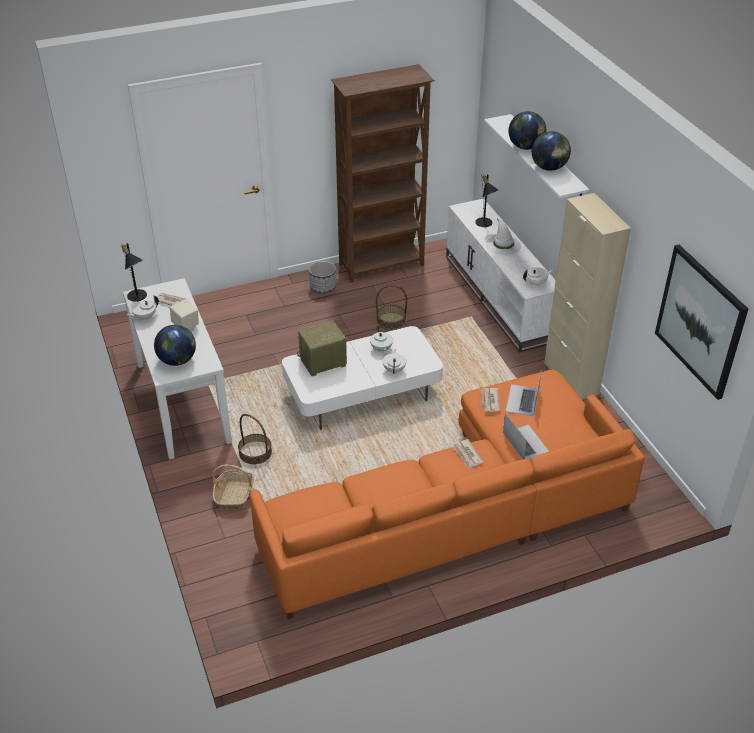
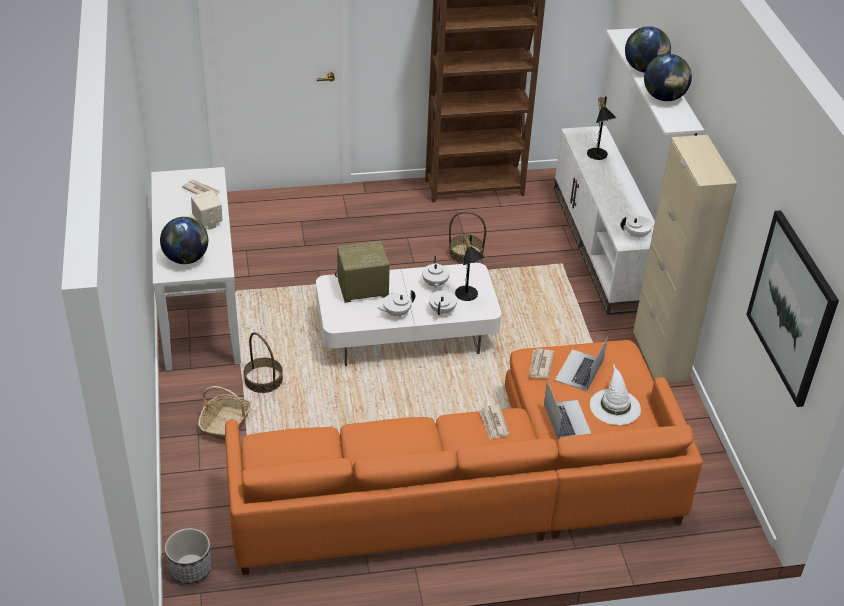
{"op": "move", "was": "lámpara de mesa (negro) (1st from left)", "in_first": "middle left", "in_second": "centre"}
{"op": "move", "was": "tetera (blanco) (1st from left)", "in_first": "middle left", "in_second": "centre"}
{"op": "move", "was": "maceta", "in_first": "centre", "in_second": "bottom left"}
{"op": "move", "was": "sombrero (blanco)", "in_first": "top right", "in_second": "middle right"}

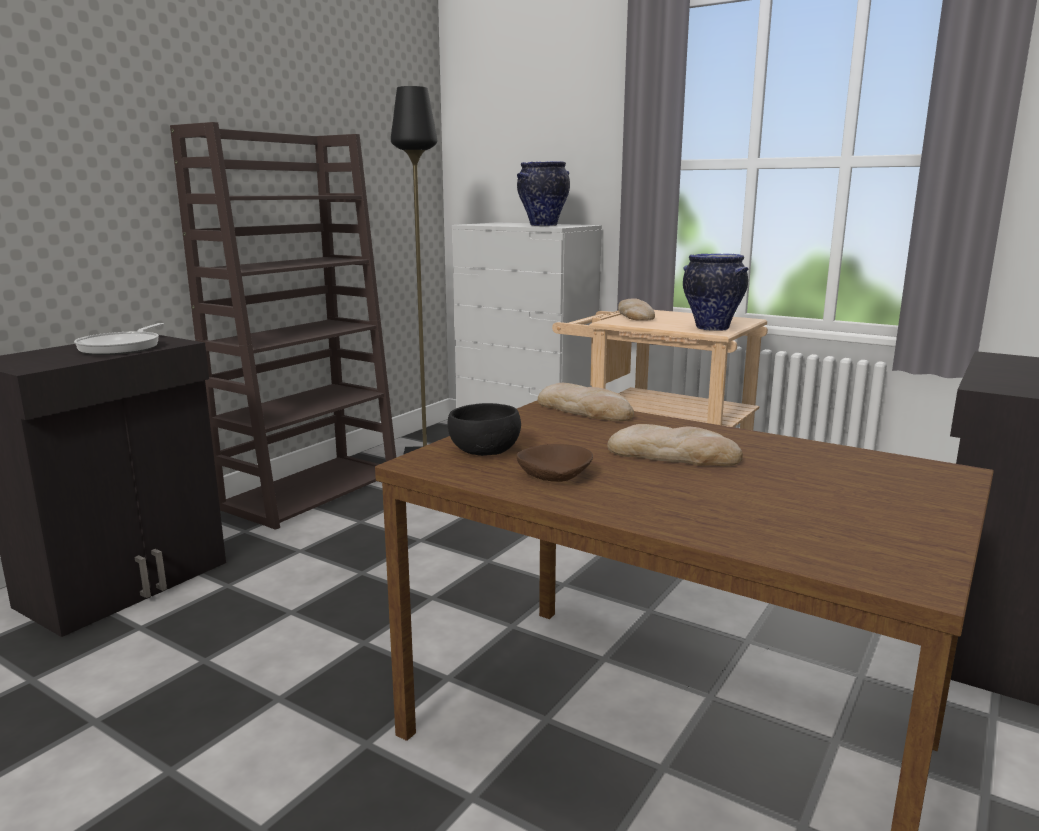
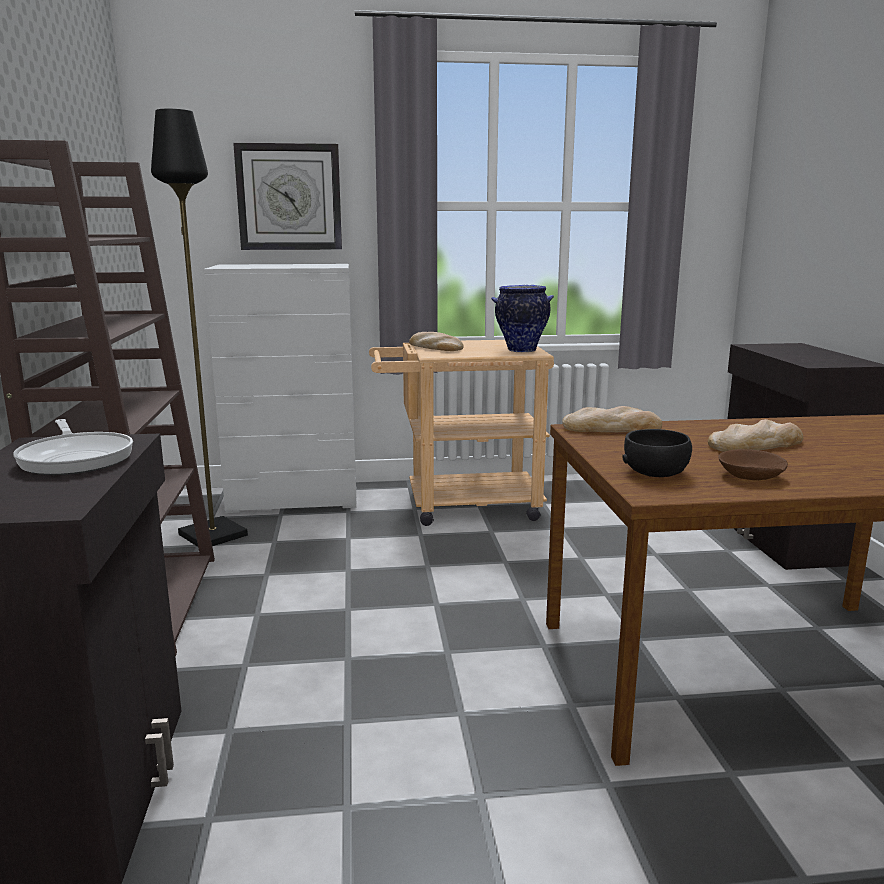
{"op": "delete", "was": "florero (1st from left)", "in_first": "top centre"}
{"op": "insert", "now": "reloj de pared", "in_second": "top left"}

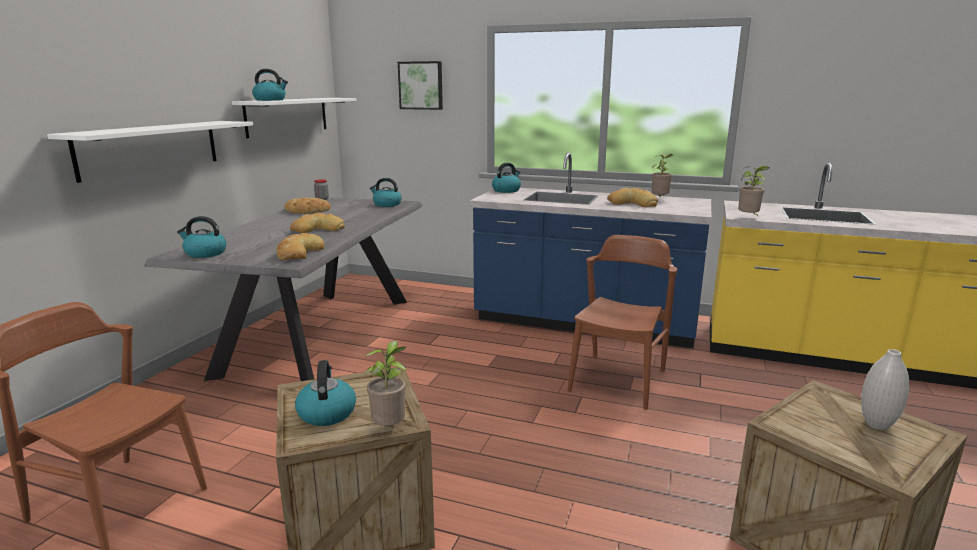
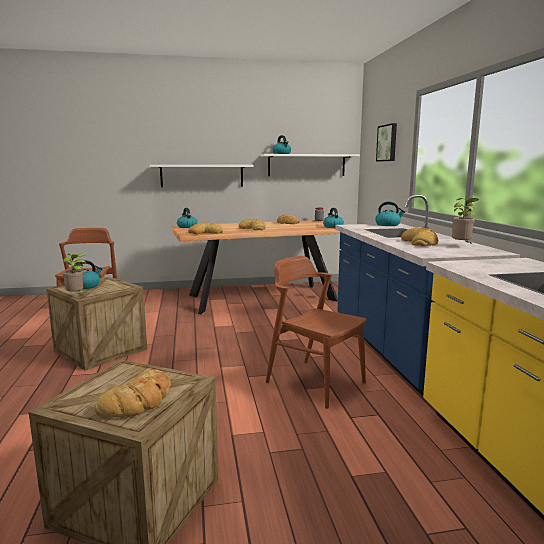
{"op": "recolor", "was": "mesa de comedor (gris)", "now": "mesa de comedor (marrón)", "in_first": "middle left", "in_second": "centre"}
{"op": "rotate", "was": "silla (marrón) (2nd from left)", "in_first": "centre", "in_second": "centre", "clockwise": -135}
{"op": "delete", "was": "planta en maceta (3rd from left)", "in_first": "middle right"}
{"op": "replace", "was": "florero (blanco)", "now": "pan (1st from left)", "in_first": "bottom right", "in_second": "bottom left"}

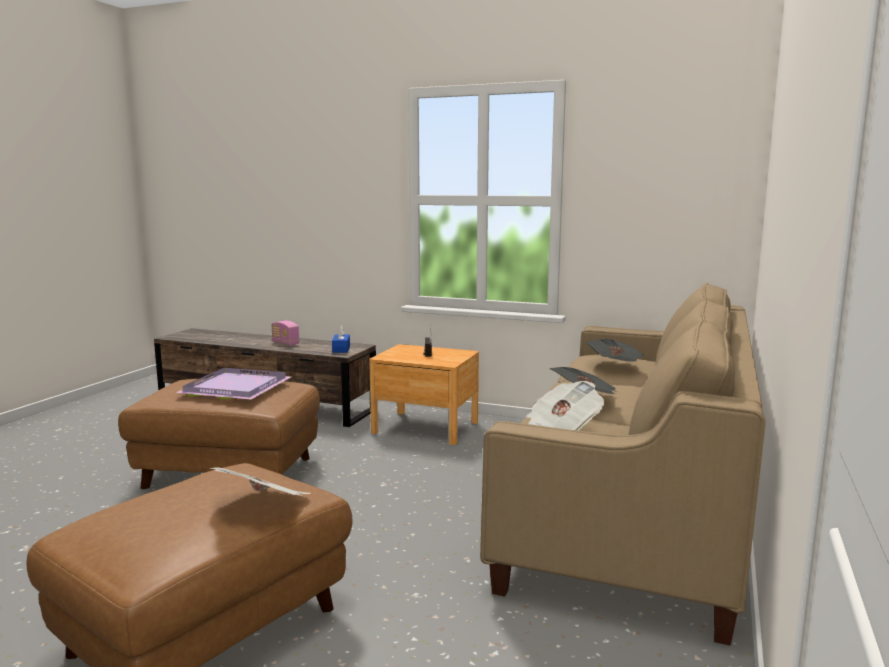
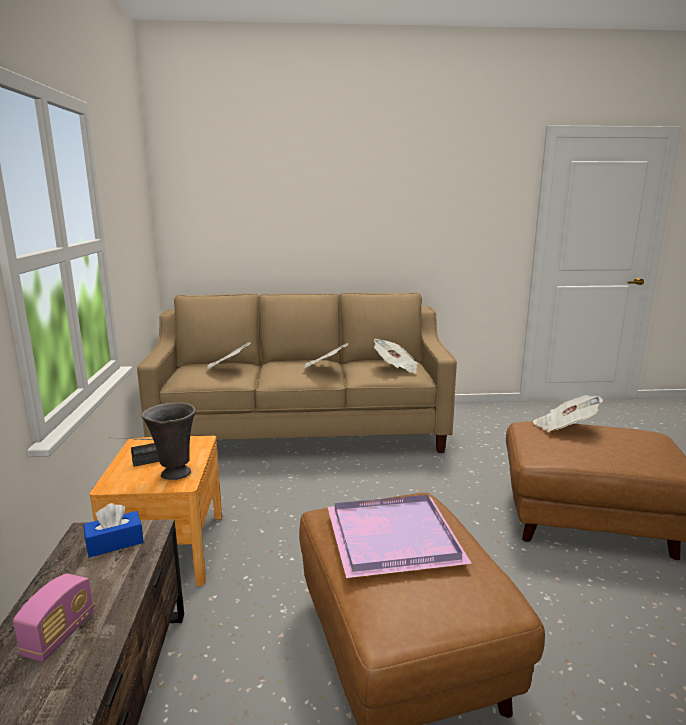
{"op": "insert", "now": "florero (gris)", "in_second": "middle left"}

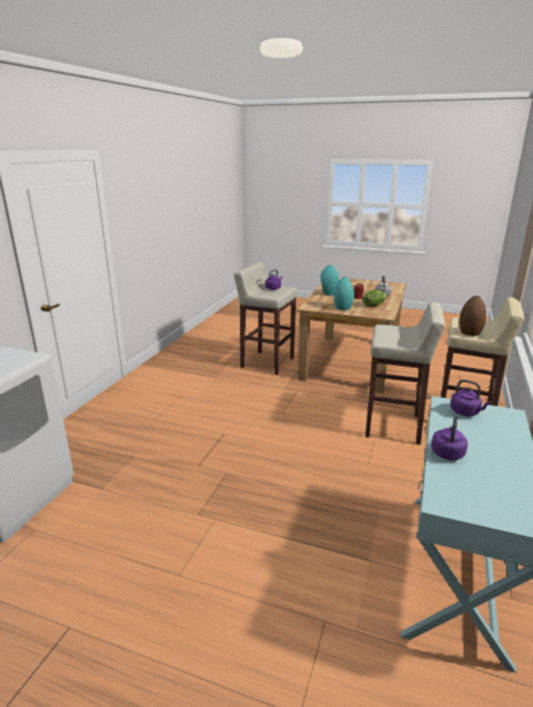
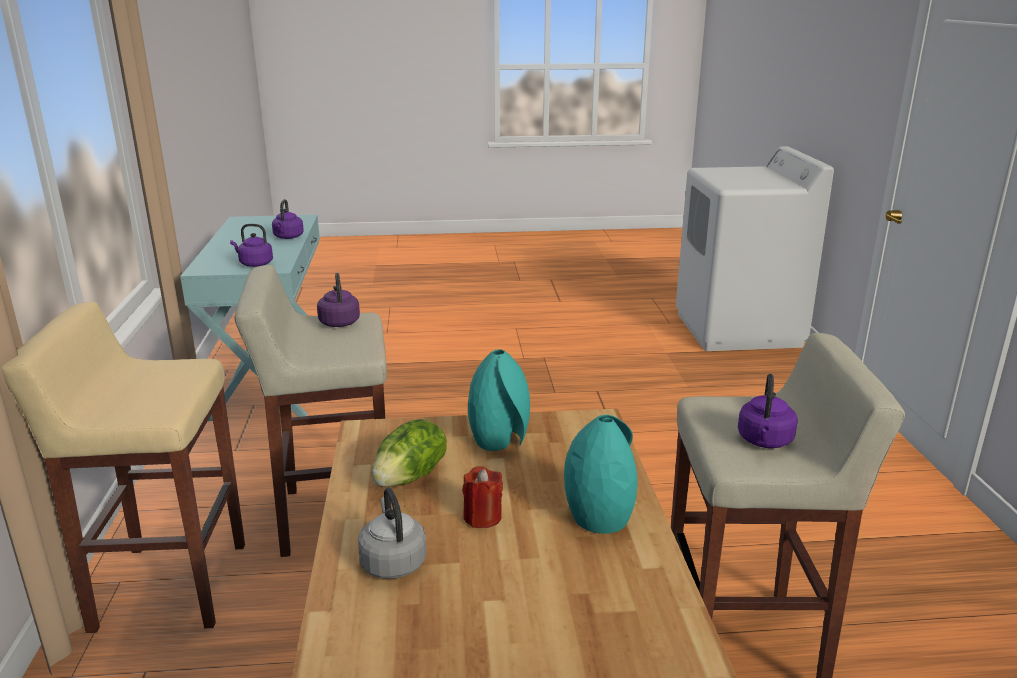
{"op": "delete", "was": "florero (marrón)", "in_first": "middle right"}
{"op": "insert", "now": "hervidor (morado) (3rd from left)", "in_second": "middle left"}

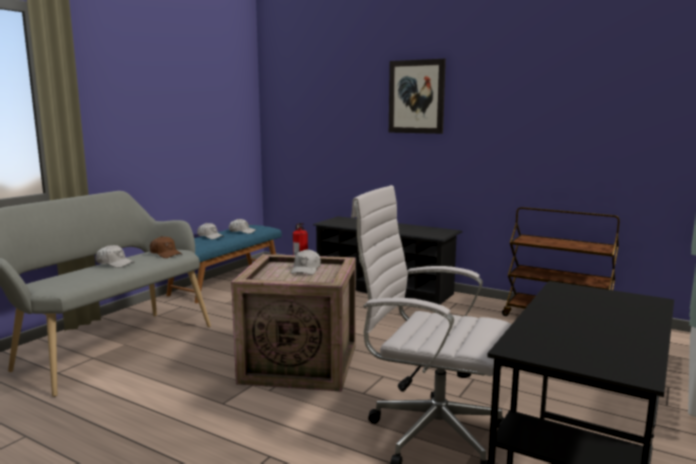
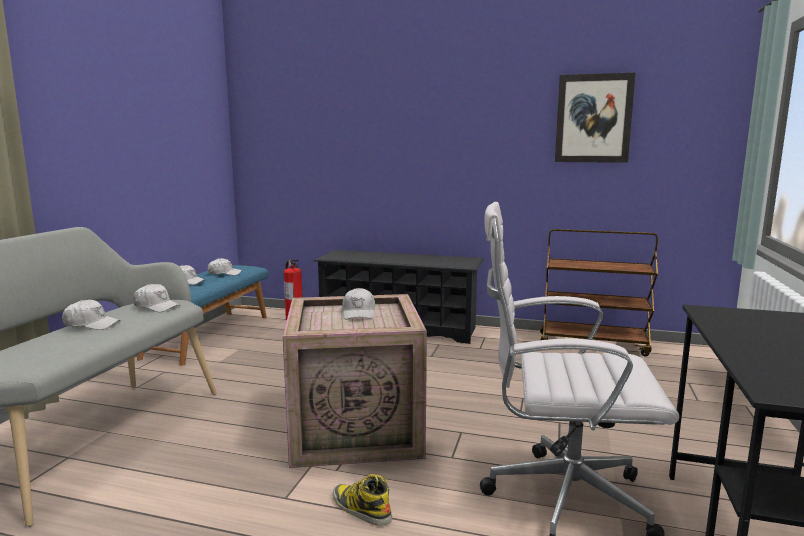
{"op": "recolor", "was": "gorra (marrón)", "now": "gorra (blanco) (2nd from left)", "in_first": "middle left", "in_second": "middle left"}
{"op": "move", "was": "cuadro", "in_first": "top centre", "in_second": "top right"}
{"op": "insert", "now": "bota", "in_second": "bottom centre"}

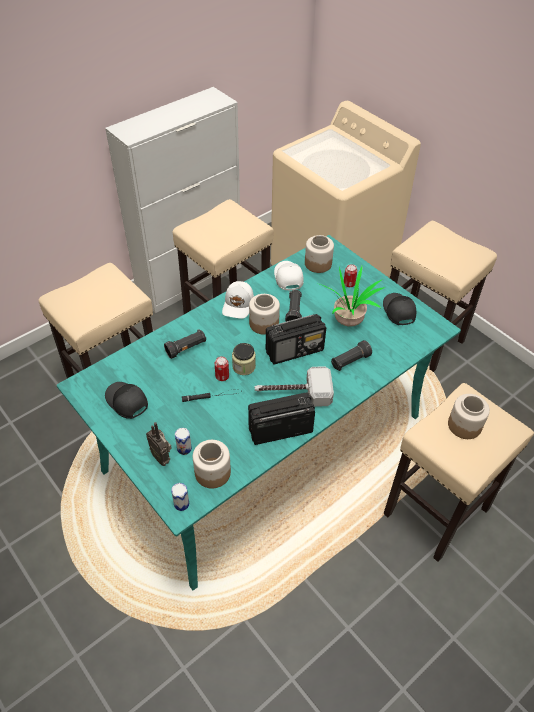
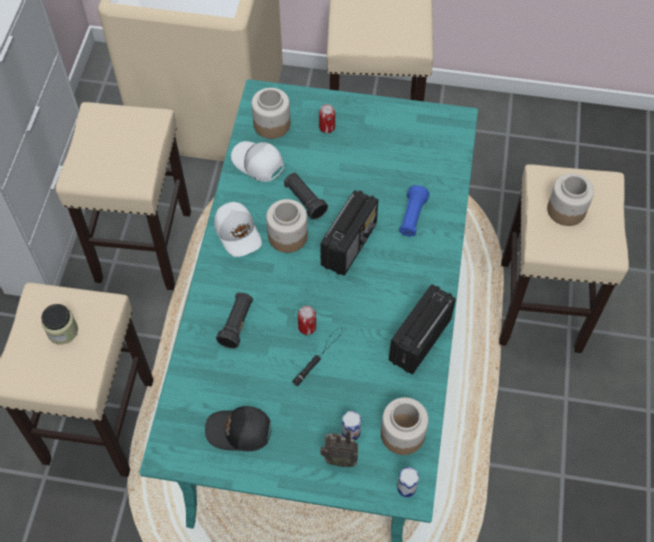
{"op": "move", "was": "tarro (2nd from left in the first image)", "now": "tarro (1st from left)", "in_first": "centre", "in_second": "middle left"}
{"op": "delete", "was": "martillo", "in_first": "centre"}
{"op": "delete", "was": "planta en maceta", "in_first": "centre"}
{"op": "recolor", "was": "linterna (negro) (4th from left)", "now": "linterna (azul)", "in_first": "centre", "in_second": "centre"}
{"op": "delete", "was": "gorra (negro) (2nd from left)", "in_first": "middle right"}

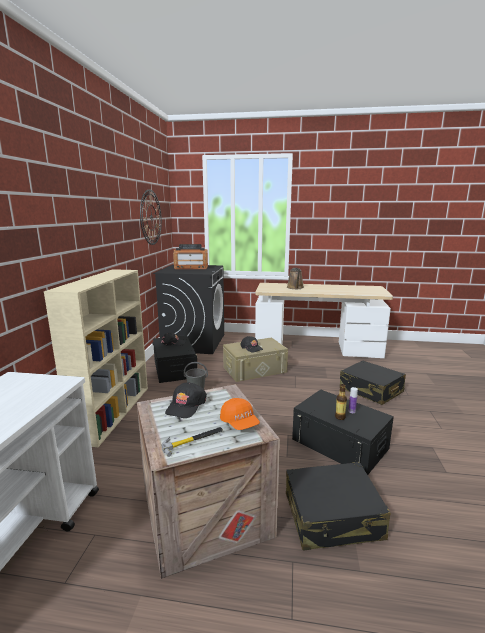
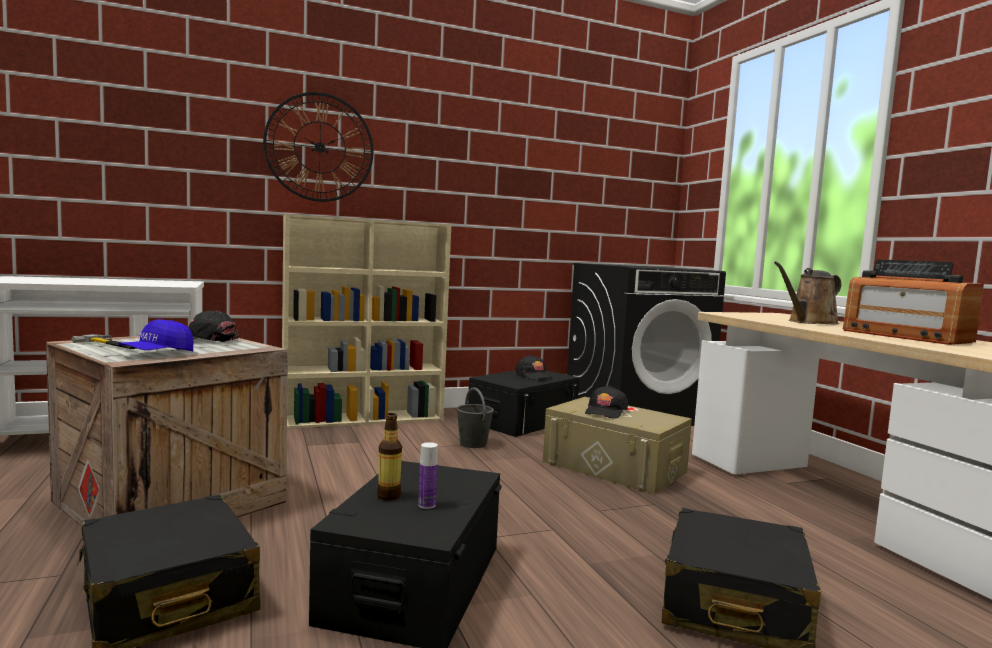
{"op": "move", "was": "reloj de pared", "in_first": "middle left", "in_second": "top left"}
{"op": "move", "was": "radio", "in_first": "centre", "in_second": "middle right"}
{"op": "recolor", "was": "gorra (naranja)", "now": "gorra (azul)", "in_first": "centre", "in_second": "middle left"}

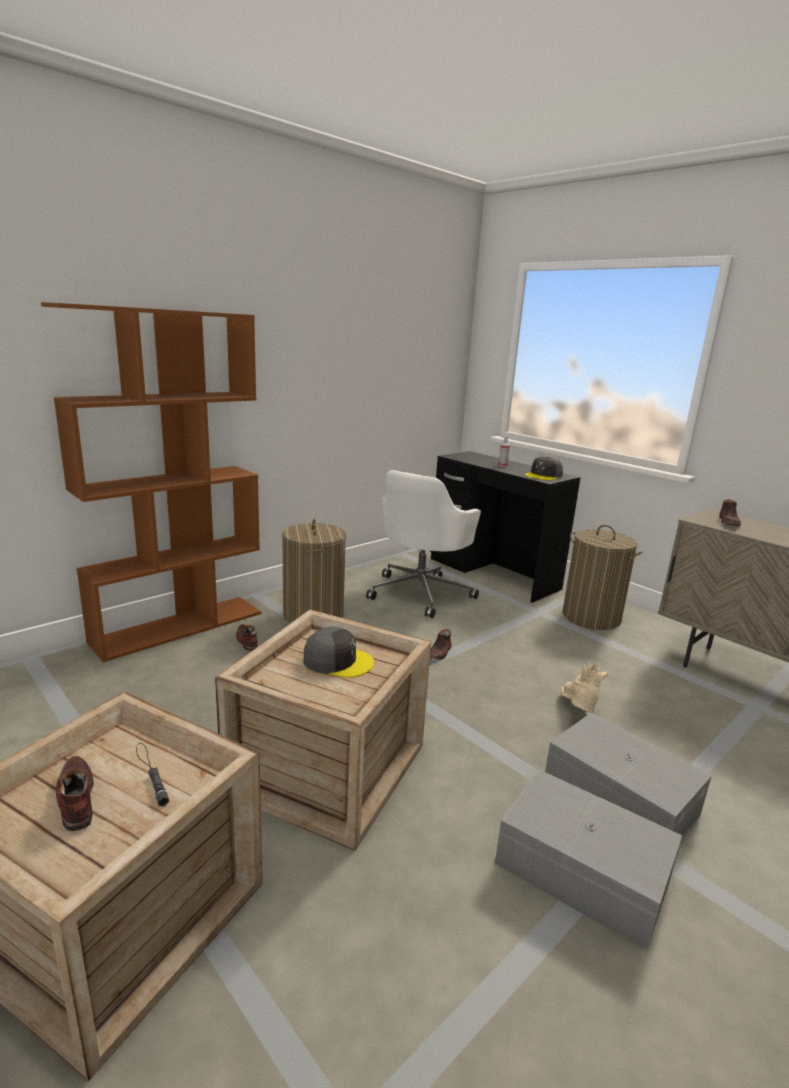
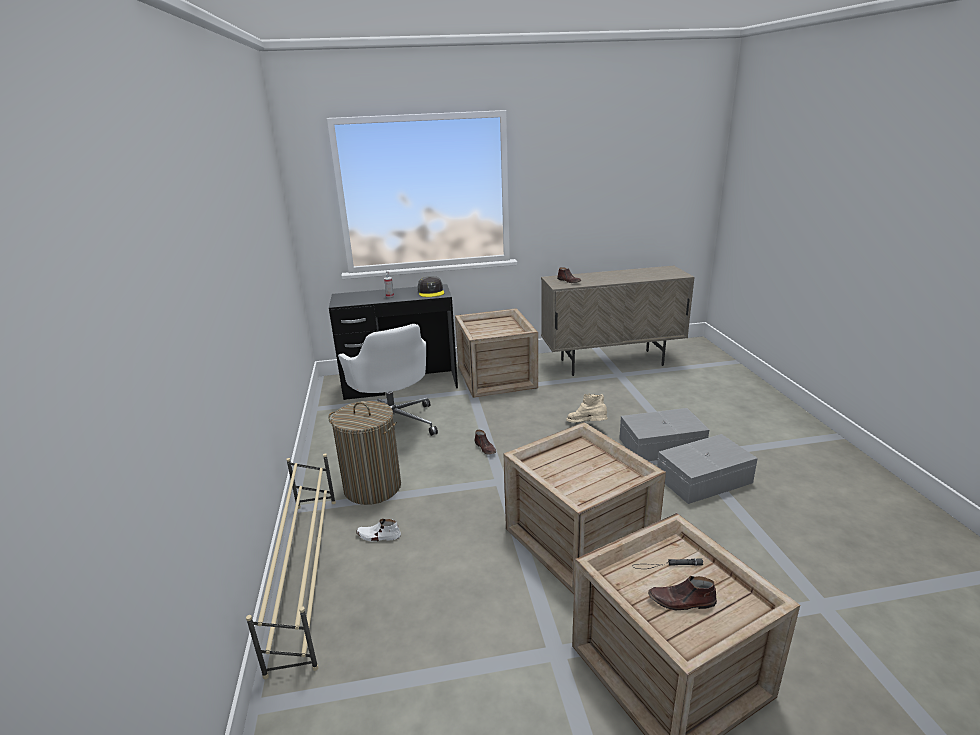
{"op": "replace", "was": "estantería (marrón)", "now": "zapatero (beis)", "in_first": "middle left", "in_second": "bottom left"}
{"op": "recolor", "was": "zapato (marrón) (2nd from left)", "now": "zapato (blanco)", "in_first": "middle left", "in_second": "bottom centre"}
{"op": "delete", "was": "gorra (gris) (1st from left)", "in_first": "centre"}
{"op": "replace", "was": "cesto de la ropa (2nd from left)", "now": "caja de embalaje (1st from left)", "in_first": "middle right", "in_second": "centre"}

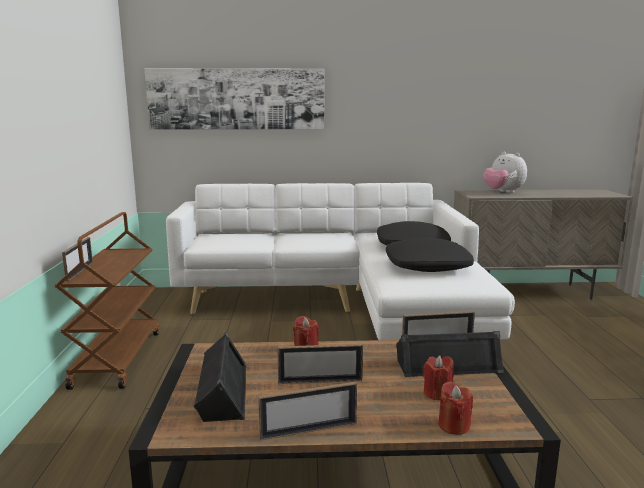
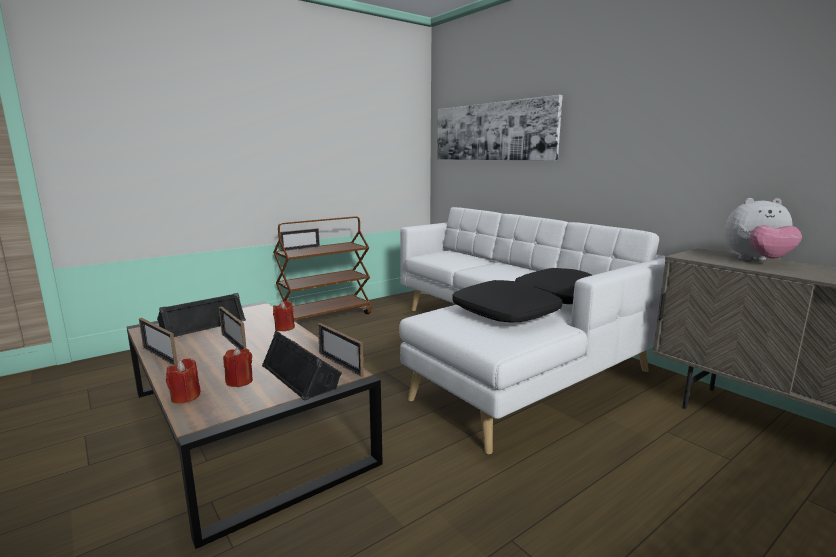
{"op": "rotate", "was": "peluche", "in_first": "middle right", "in_second": "middle right", "clockwise": -105}

